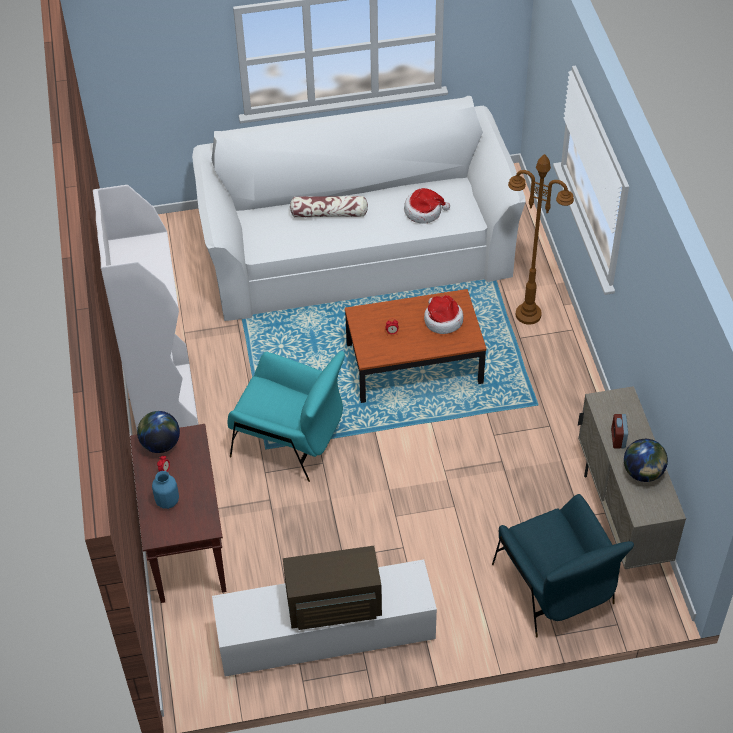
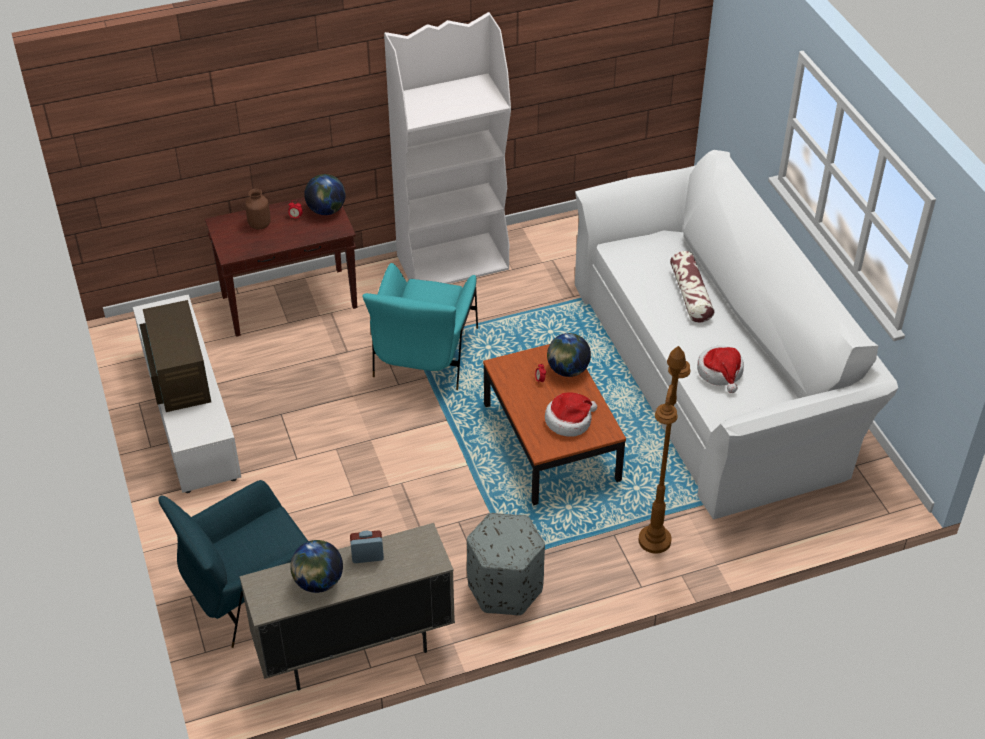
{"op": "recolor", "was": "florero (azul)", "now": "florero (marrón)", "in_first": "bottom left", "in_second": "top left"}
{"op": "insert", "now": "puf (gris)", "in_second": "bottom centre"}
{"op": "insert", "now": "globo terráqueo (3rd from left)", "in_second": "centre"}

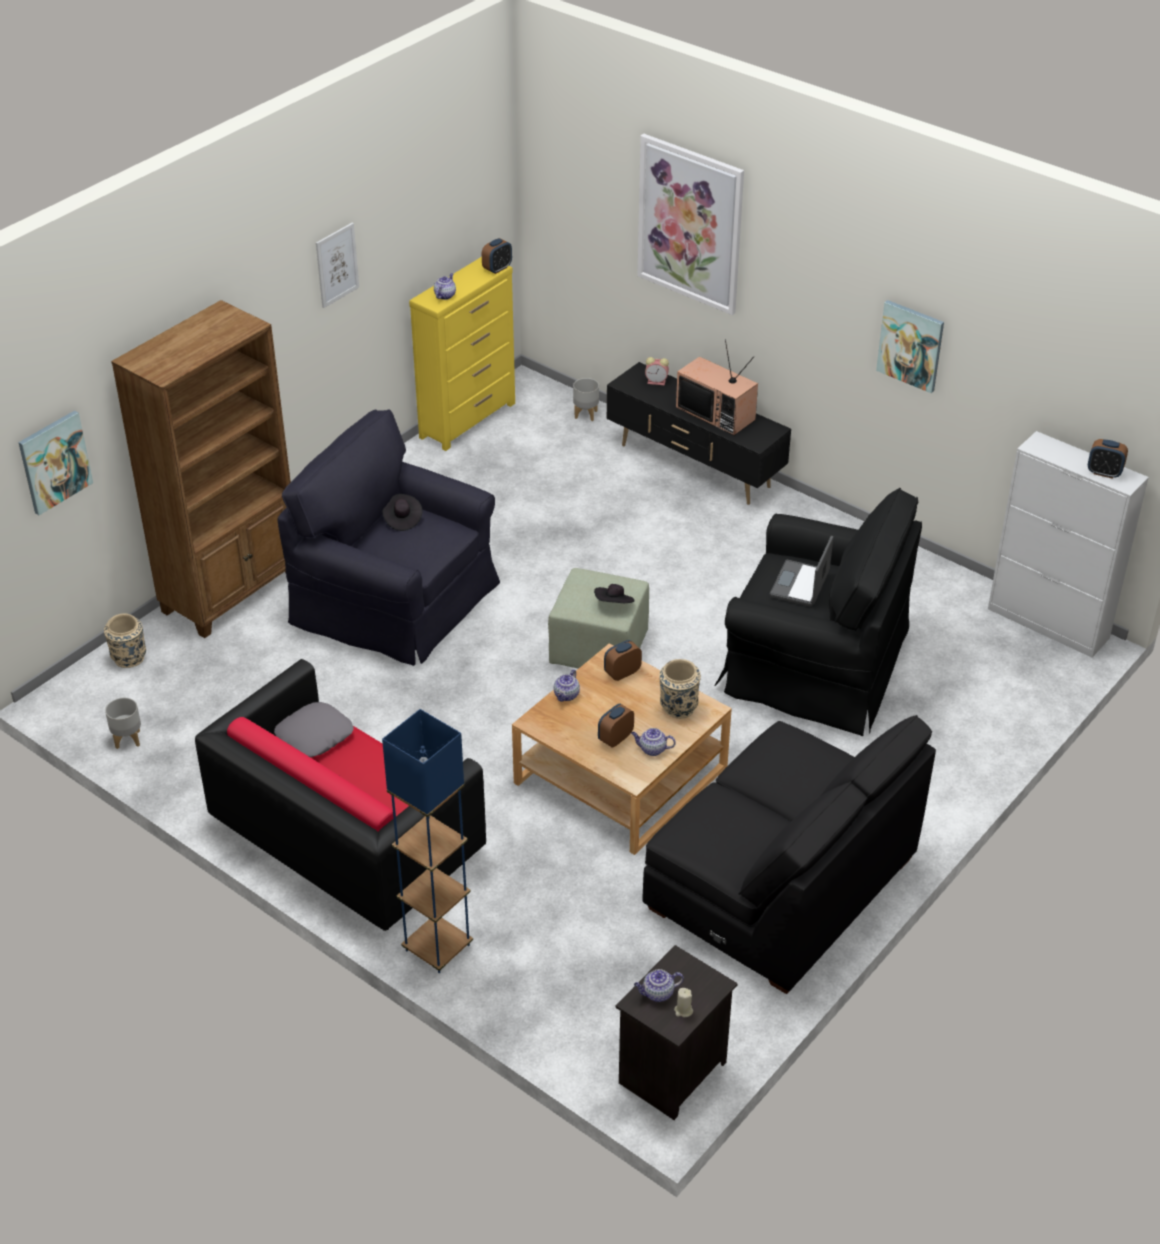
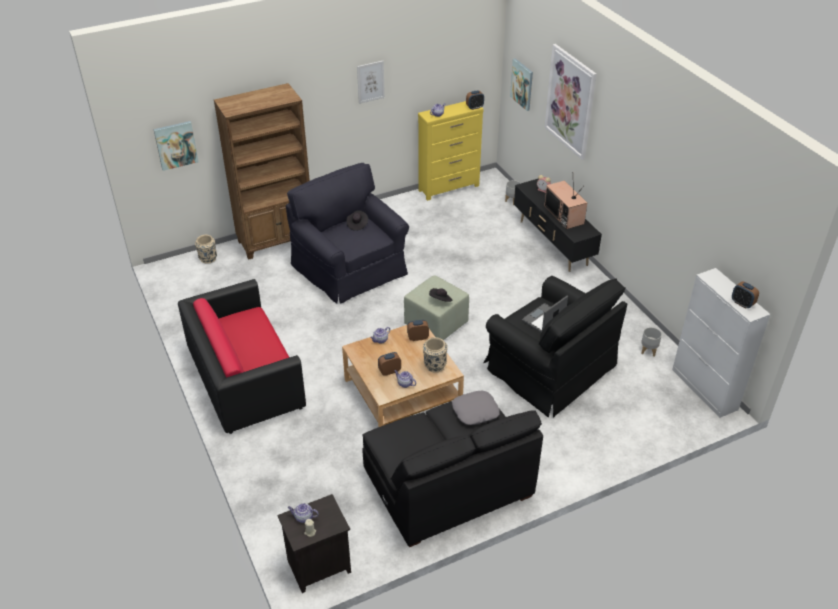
{"op": "move", "was": "maceta (gris) (1st from left in the first image)", "now": "maceta (gris) (2nd from left)", "in_first": "middle left", "in_second": "middle right"}
{"op": "move", "was": "cojín (gris)", "in_first": "middle left", "in_second": "bottom centre"}
{"op": "delete", "was": "lámpara de pie (azul)", "in_first": "bottom centre"}
{"op": "move", "was": "cuadro (4th from left in the first image)", "now": "cuadro (3rd from left)", "in_first": "top right", "in_second": "top centre"}

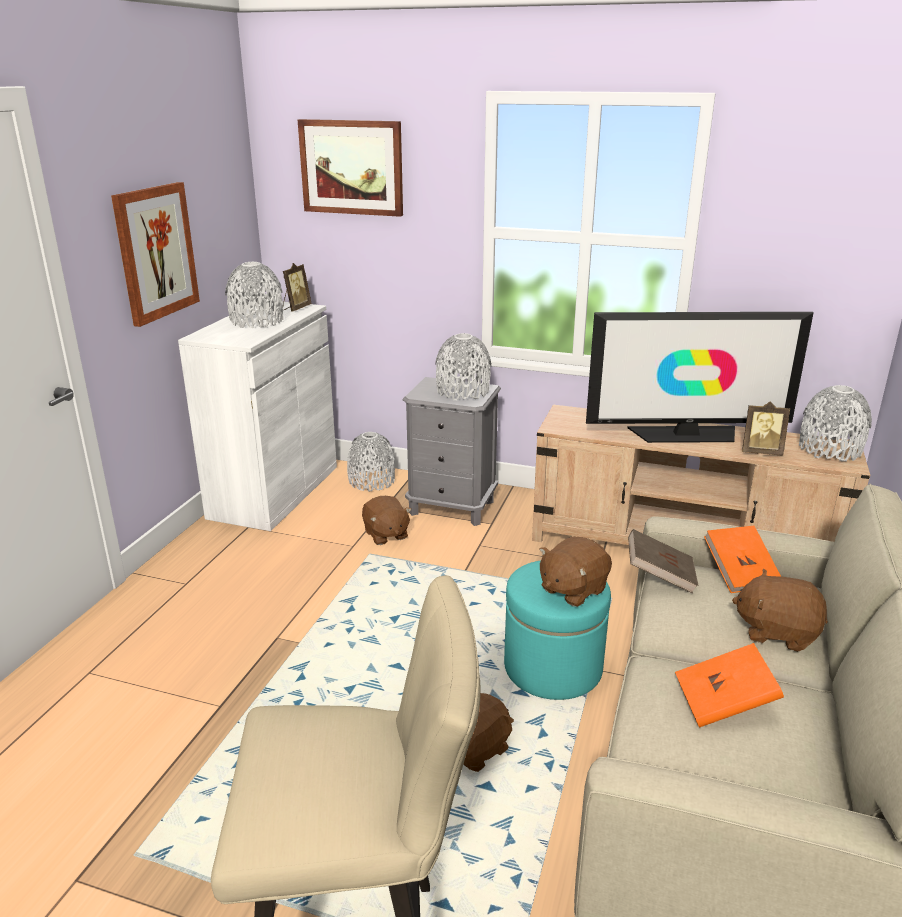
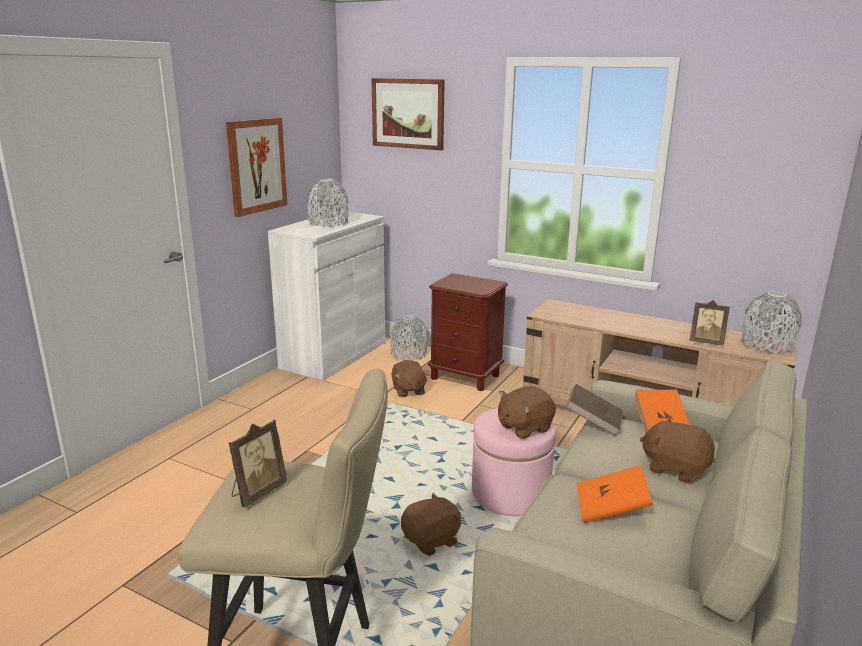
{"op": "move", "was": "portarretratos (1st from left)", "in_first": "top left", "in_second": "bottom left"}
{"op": "recolor", "was": "mesita de noche (gris)", "now": "mesita de noche (marrón)", "in_first": "centre", "in_second": "centre"}
{"op": "delete", "was": "florero (gris) (3rd from left)", "in_first": "centre"}
{"op": "recolor", "was": "puf (turquesa)", "now": "puf (rosa)", "in_first": "bottom centre", "in_second": "bottom centre"}
{"op": "delete", "was": "televisor", "in_first": "middle right"}

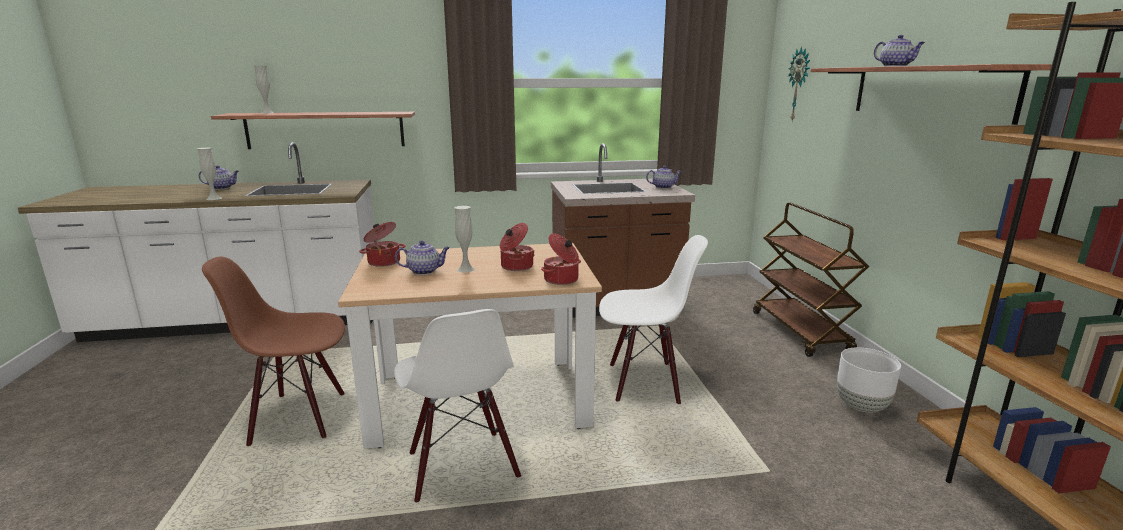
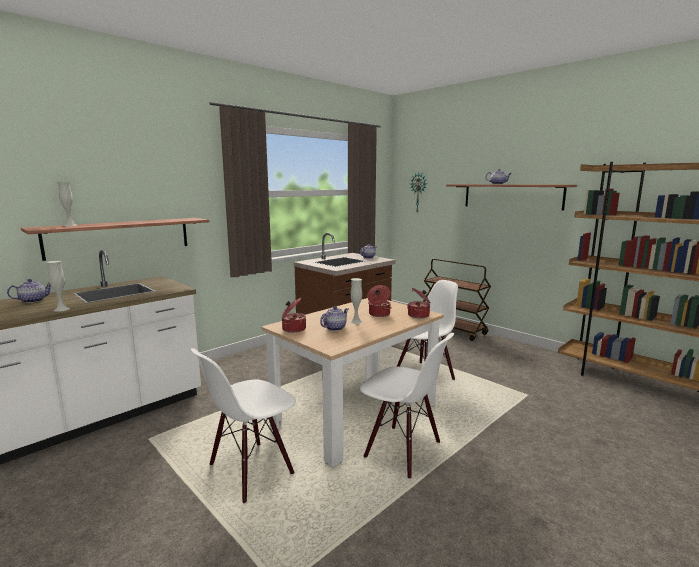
{"op": "recolor", "was": "silla (marrón)", "now": "silla (blanco) (1st from left)", "in_first": "middle left", "in_second": "bottom centre"}
{"op": "delete", "was": "maceta (blanco)", "in_first": "bottom right"}

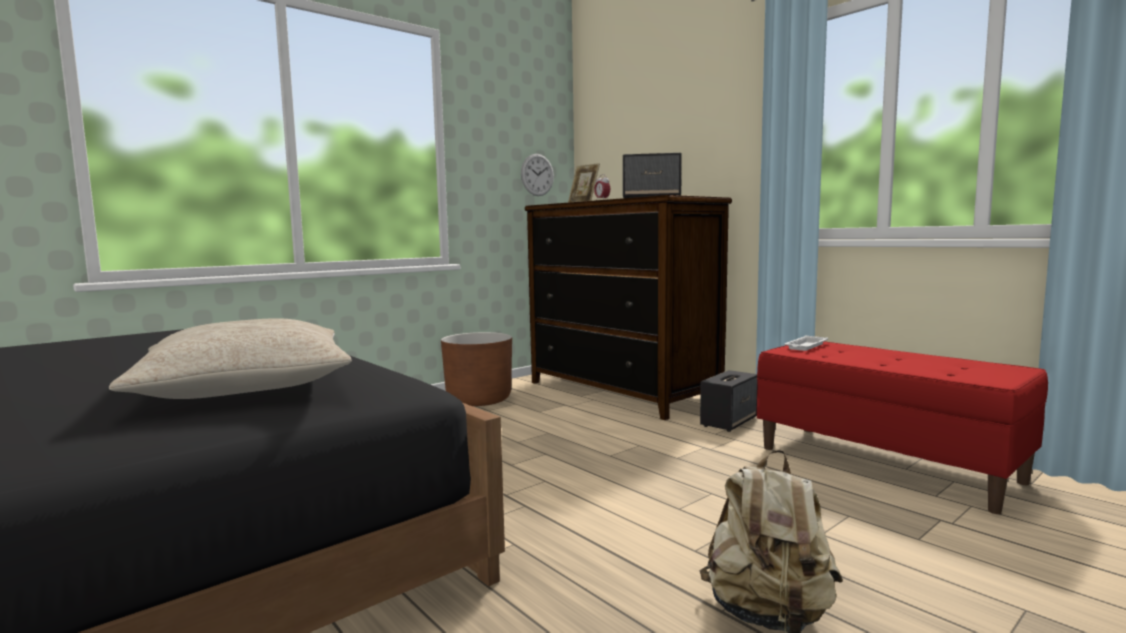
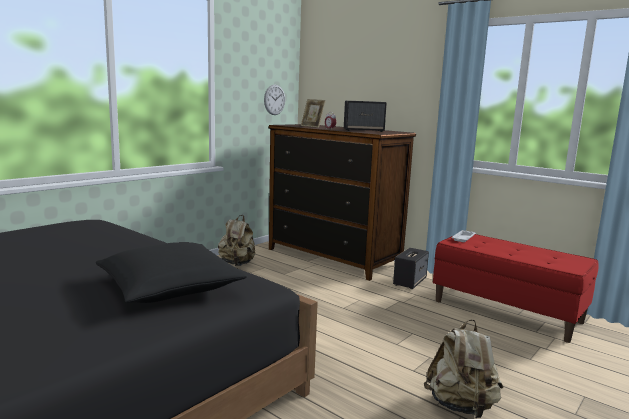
{"op": "recolor", "was": "cojín (beis)", "now": "cojín (negro)", "in_first": "middle left", "in_second": "middle left"}
{"op": "replace", "was": "maceta (marrón)", "now": "mochila (beis) (1st from left)", "in_first": "centre", "in_second": "centre"}

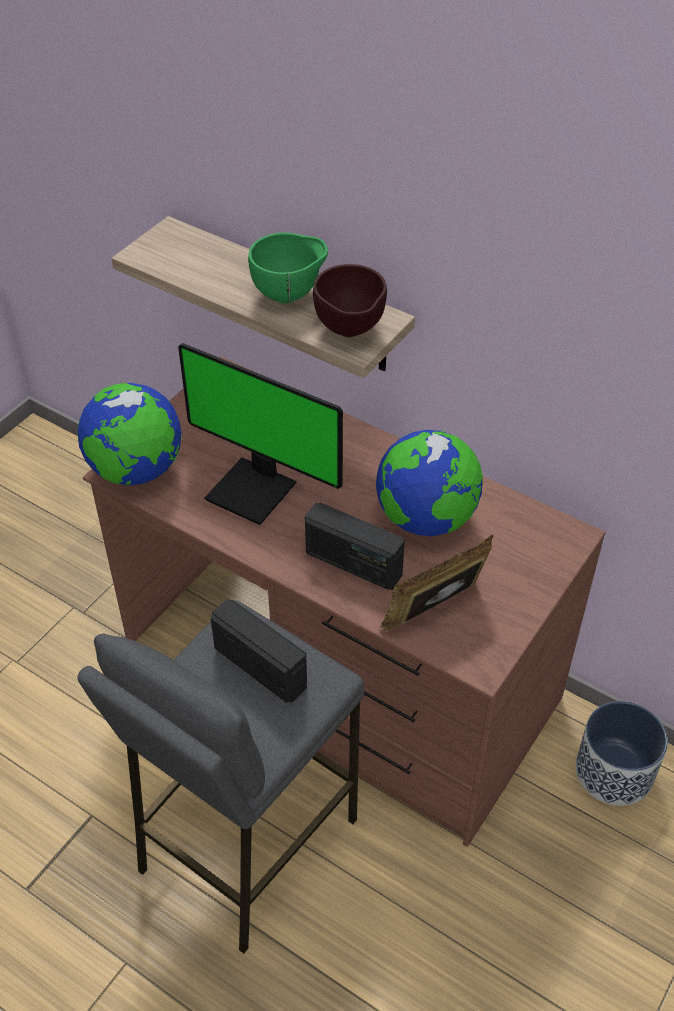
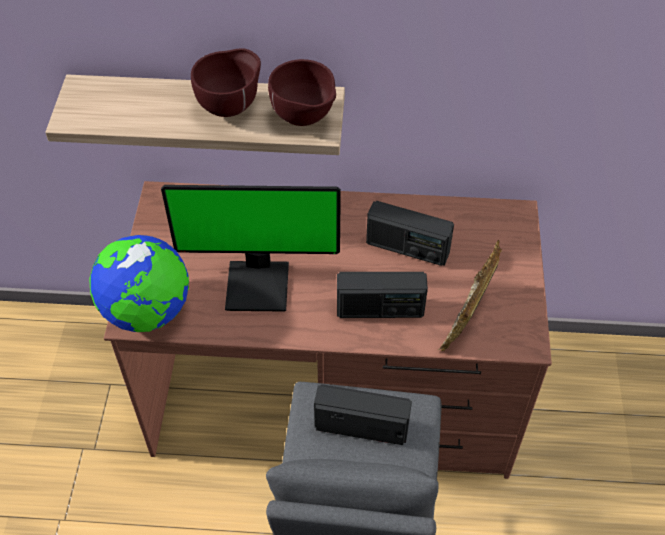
{"op": "recolor", "was": "cuenco (verde)", "now": "cuenco (marrón) (1st from left)", "in_first": "top centre", "in_second": "top centre"}
{"op": "replace", "was": "globo terráqueo (2nd from left)", "now": "radio (3rd from left)", "in_first": "centre", "in_second": "centre"}
{"op": "delete", "was": "maceta", "in_first": "bottom right"}

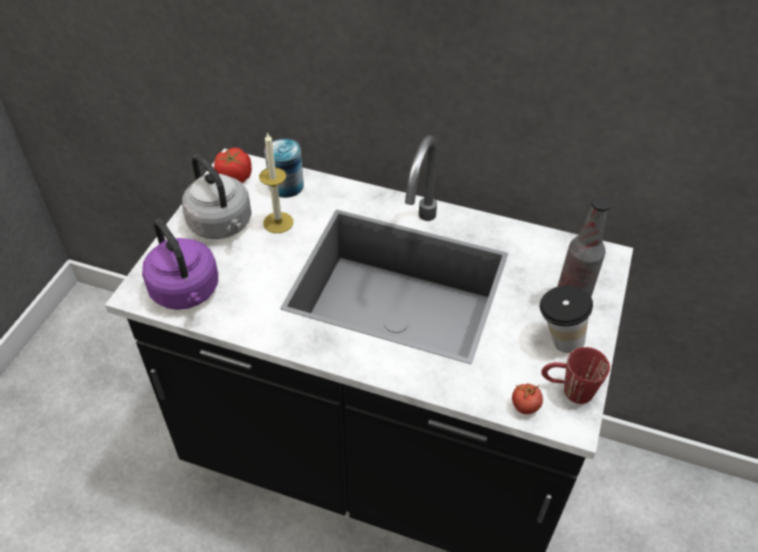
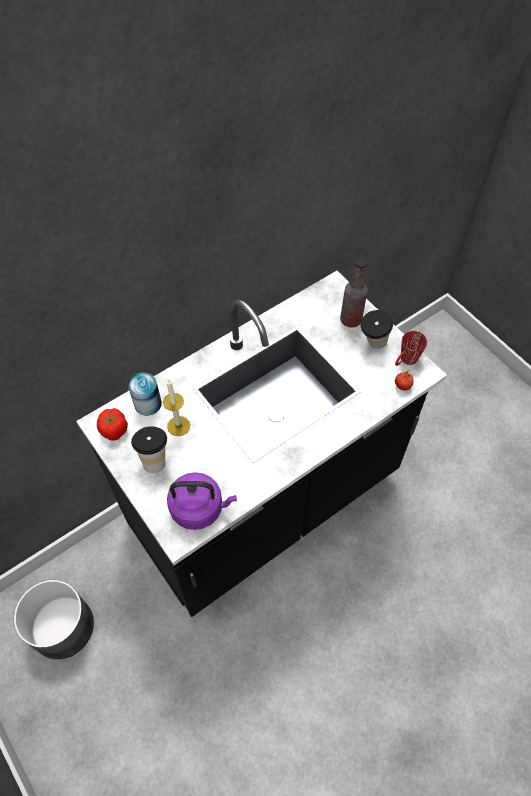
{"op": "replace", "was": "hervidor (gris)", "now": "taza (1st from left)", "in_first": "middle left", "in_second": "middle left"}
{"op": "insert", "now": "maceta (gris)", "in_second": "bottom left"}

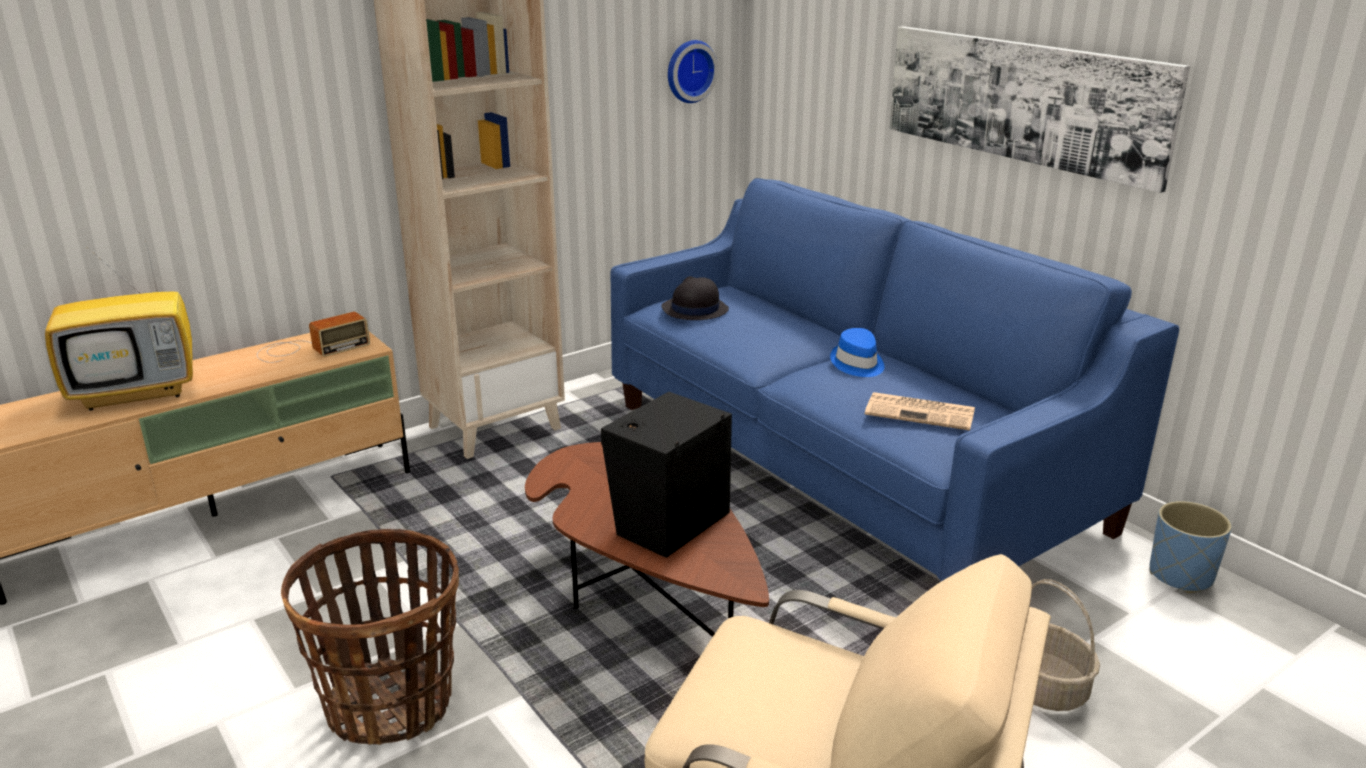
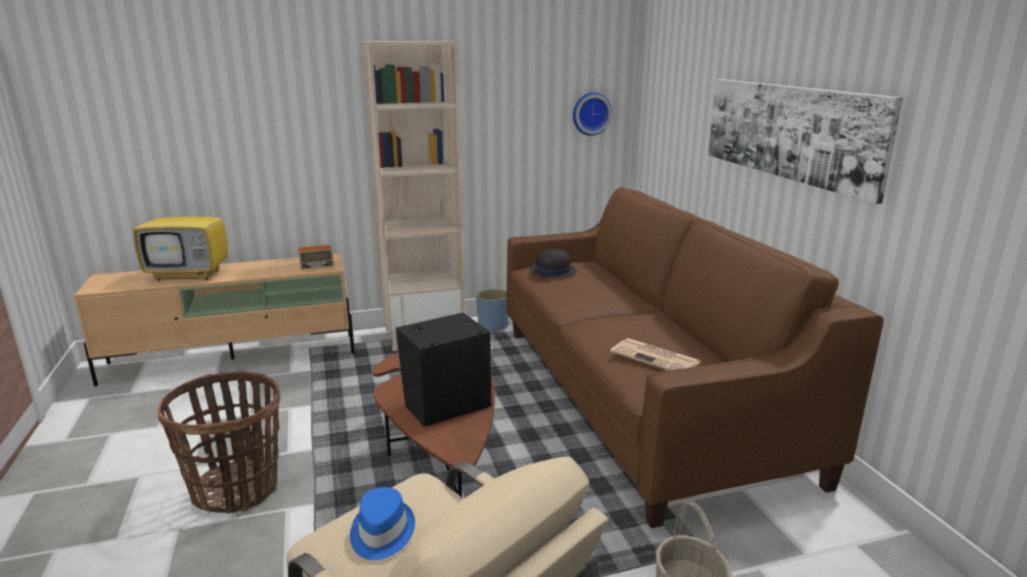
{"op": "recolor", "was": "sofá (azul)", "now": "sofá (marrón)", "in_first": "centre", "in_second": "middle right"}
{"op": "move", "was": "sombrero (azul)", "in_first": "centre", "in_second": "bottom centre"}
{"op": "move", "was": "maceta (azul)", "in_first": "bottom right", "in_second": "centre"}

